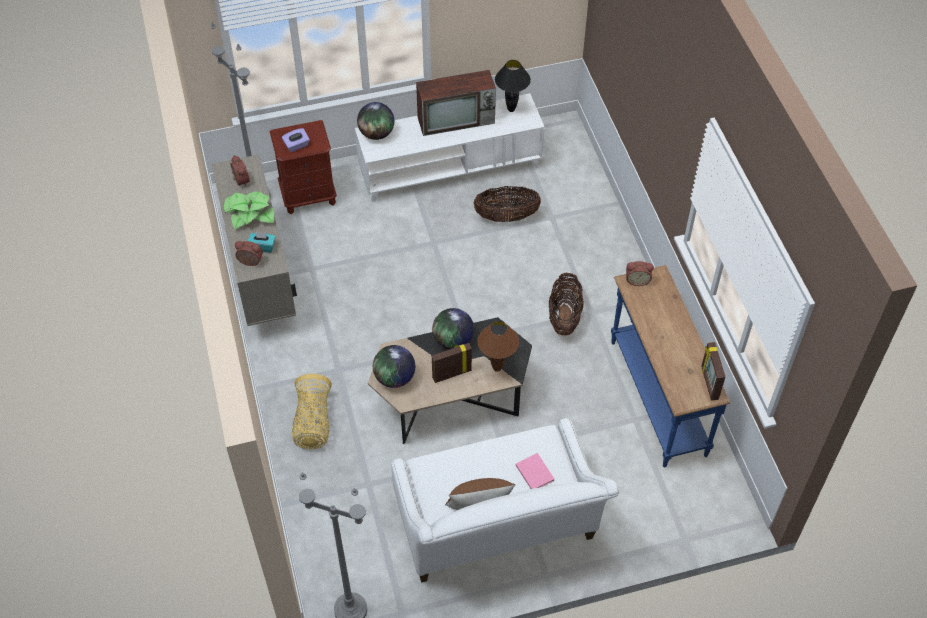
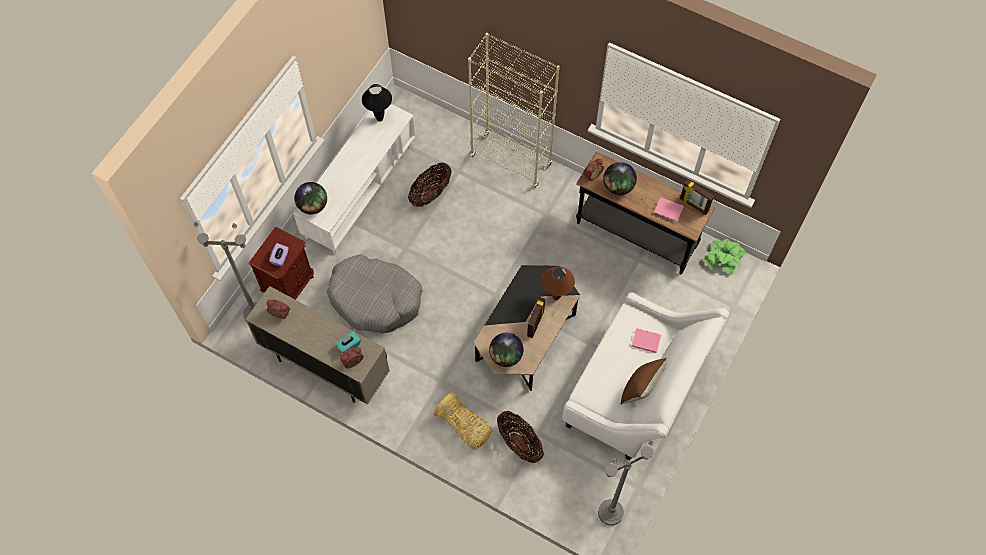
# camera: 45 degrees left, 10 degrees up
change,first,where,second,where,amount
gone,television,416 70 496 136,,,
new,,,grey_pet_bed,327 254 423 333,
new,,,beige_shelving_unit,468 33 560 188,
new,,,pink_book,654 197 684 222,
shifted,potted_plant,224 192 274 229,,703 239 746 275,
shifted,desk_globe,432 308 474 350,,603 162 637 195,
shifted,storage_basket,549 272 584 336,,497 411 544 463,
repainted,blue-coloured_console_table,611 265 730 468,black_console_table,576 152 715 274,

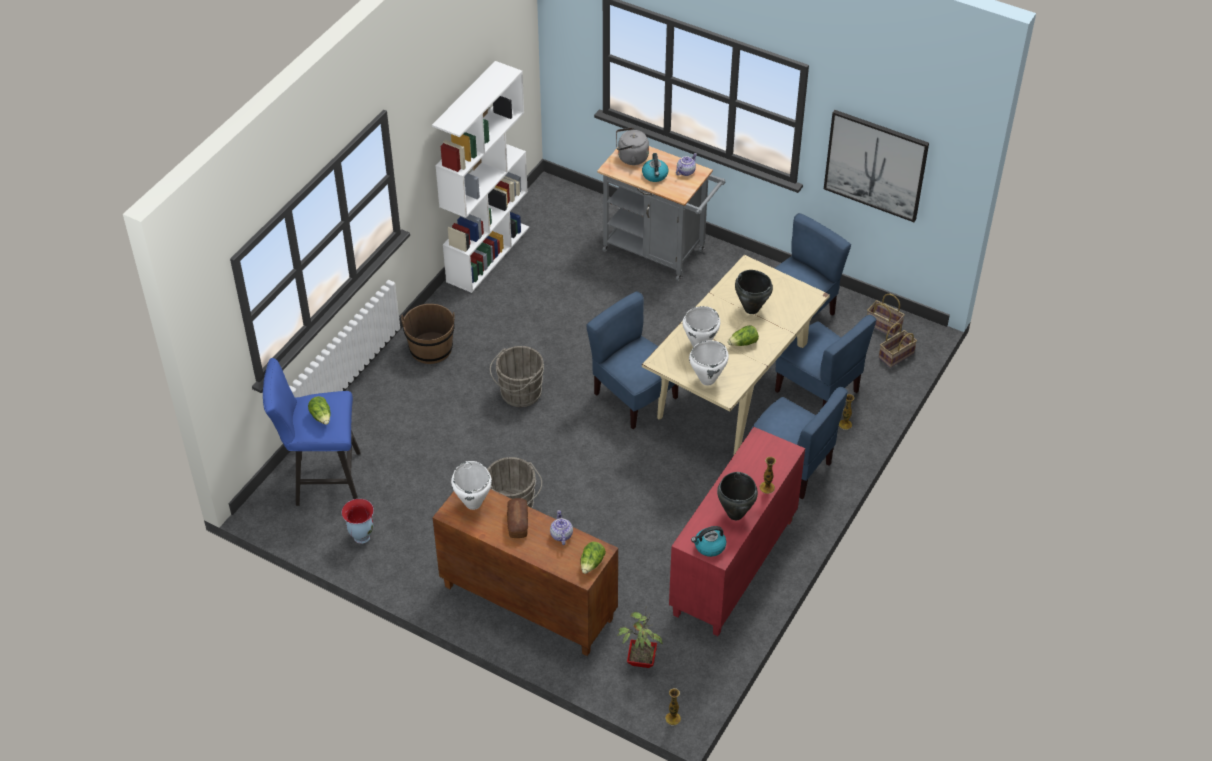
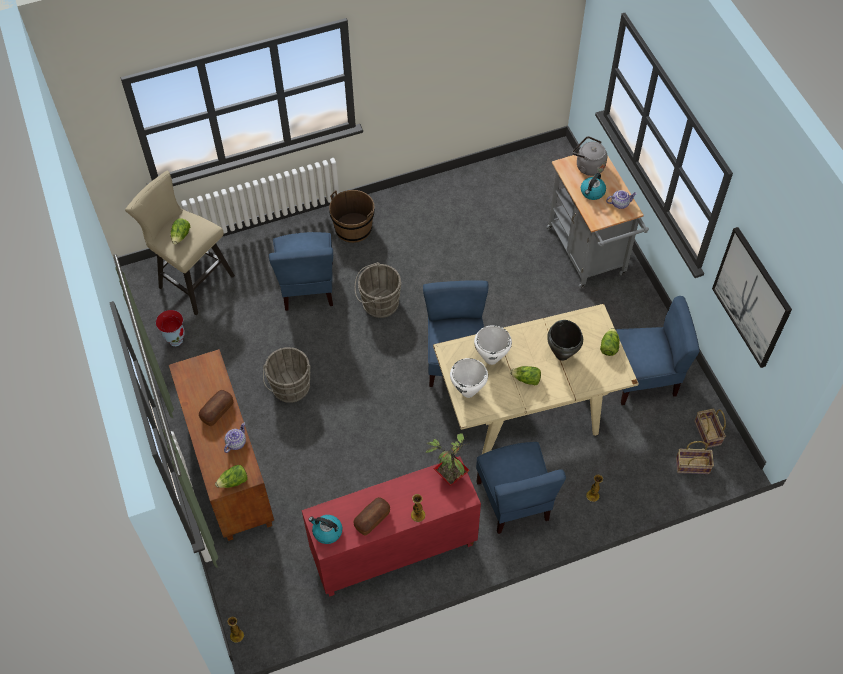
# camera: 40 degrees right, 10 degrees up
change,first,where,second,where,amount
gone,whitish_shelving_unit,432 61 529 293,,,
gone,whitish_stockpot,451 461 492 510,,,
new,,,head_of_lettuce,600 328 620 356,
shifted,potted_plant,617 606 663 668,,425 433 470 486,
shifted,blue-coloured_upright_chair,775 315 876 406,,269 232 333 311,
swapped,black_stockpot,717 472 758 520,baked_bread,354 497 390 535,
repainted,blue-coloured_sitting_stool,263 358 360 506,beige_sitting_stool,125 171 235 315,

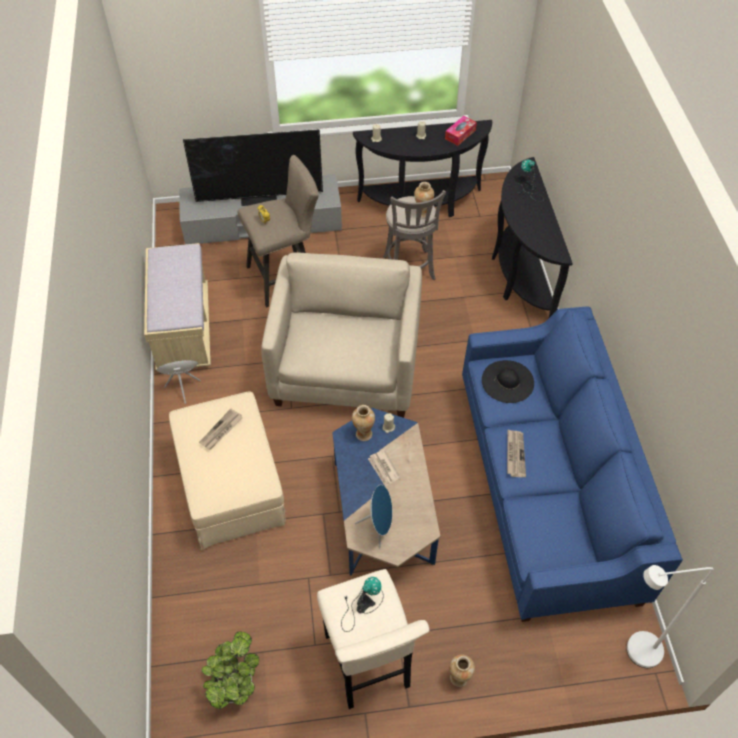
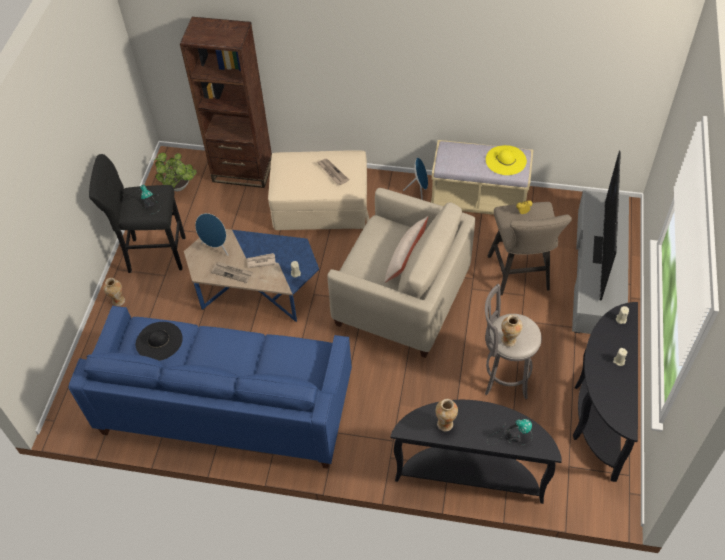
# camera: 110 degrees right, 0 degrees up
change,first,where,second,where,amount
gone,tissue_holder,445 116 477 146,,,
gone,whitish_standard_lamp,627 565 713 668,,,
new,,,brown_shelving_unit,180 17 272 188,
new,,,beige_throw_pillow,384 216 428 283,
new,,,yellow-coloured_wearable_hat,486 145 527 175,
shifted,vase,352 405 375 441,,436 399 458 431,
shifted,black_wearable_hat,482 360 534 403,,136 322 183 361,
shifted,newspaper,507 430 526 477,,211 262 253 283,
repainted,beige_sitting_stool,317 569 429 709,black_sitting_stool,89 154 186 273,

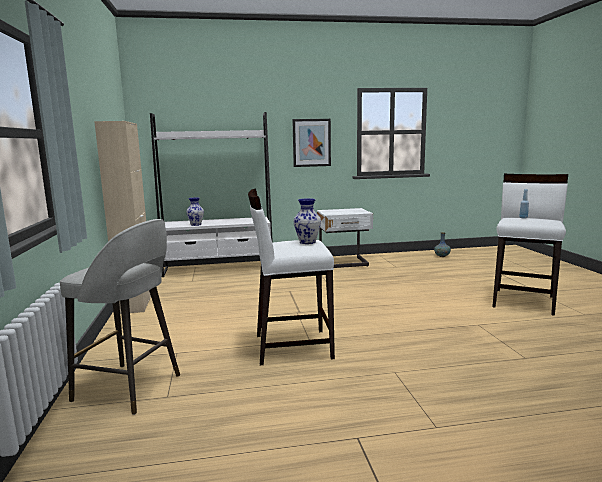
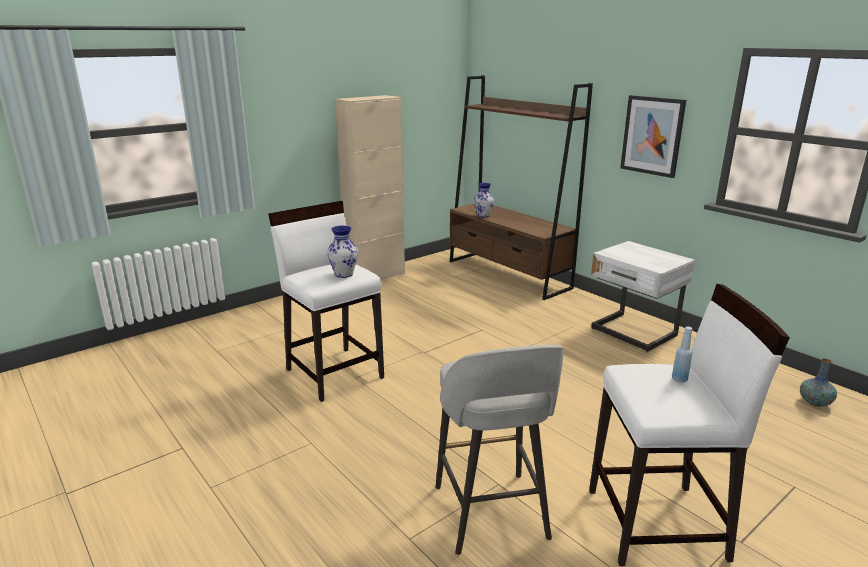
# camera: 60 degrees right, 10 degrees up
change,first,where,second,where,amount
shifted,grey_sitting_stool,60 219 180 415,,436 345 563 555,
repainted,whitish_shelving_unit,150 112 273 277,brown_shelving_unit,450 75 593 300,

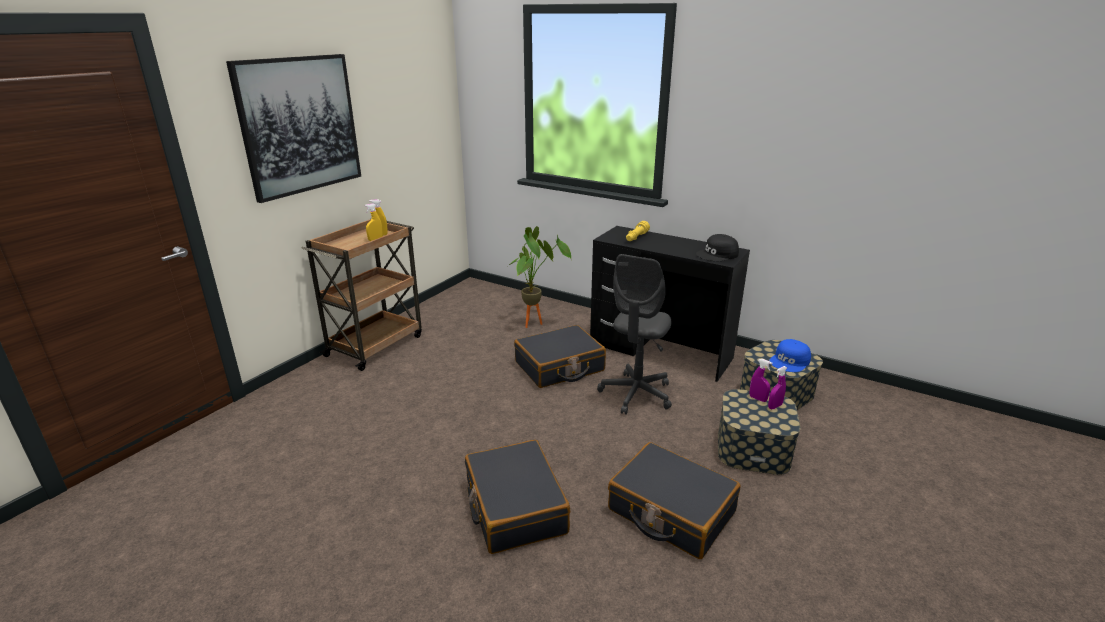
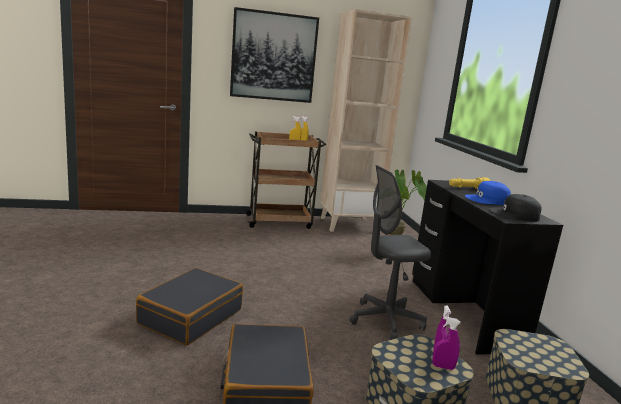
# camera: 45 degrees right, 10 degrees down
change,first,where,second,where,amount
gone,black_piece_of_luggage,514 325 606 388,,,
new,,,beige_shelving_unit,321 9 412 232,
shifted,blue-coloured_peaked_cap,769 339 811 372,,465 181 511 205,

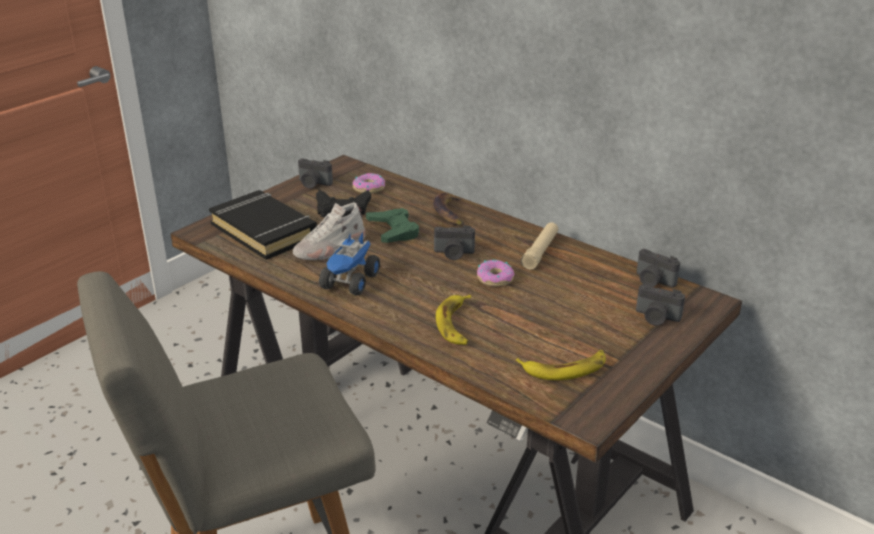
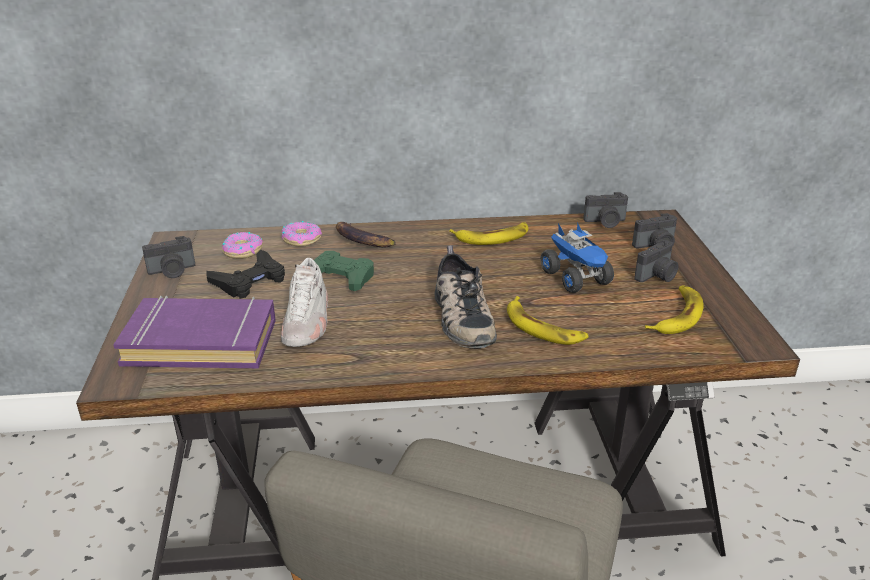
# camera: 45 degrees left, 0 degrees up
change,first,where,second,where,amount
new,,,shoe,435 246 497 349,
shifted,model_truck,319 232 380 295,,540 223 614 293,
shifted,photo_camera,434 225 475 260,,634 239 678 282,
shifted,doughnut,477 260 514 287,,281 221 322 247,
swapped,beige_flashlight,521 222 558 270,whole_banana,449 222 528 245,
repainted,black_book,209 190 317 260,purple-coloured_book,113 296 276 368,

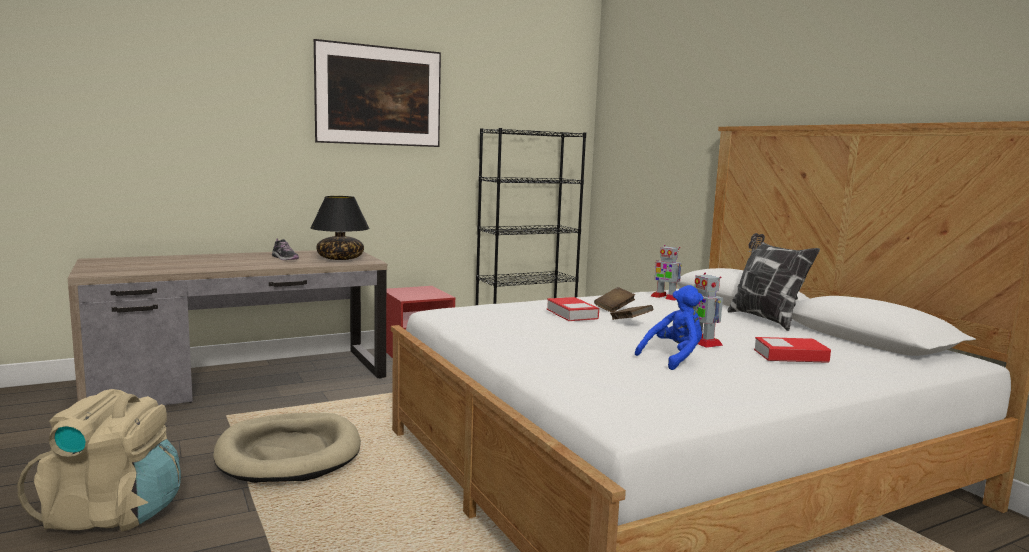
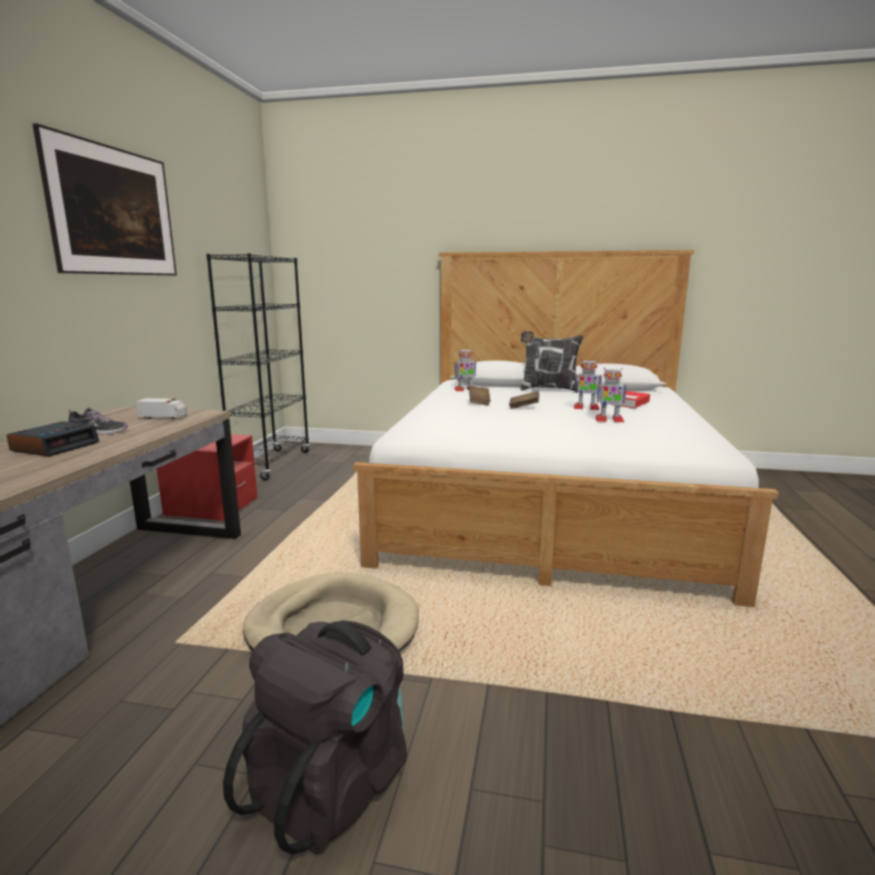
# camera: 50 degrees left, 5 degrees up
change,first,where,second,where,amount
gone,book,547 297 599 321,,,
new,,,table_clock,6 421 99 457,
swapped,black_lamp_for_a_table,311 196 369 260,model_truck,135 398 187 420,
swapped,blue-coloured_cuddly_toy,635 285 703 370,robot_figure,595 368 627 422,
repainted,beige_knapsack,18 389 181 532,black_knapsack,223 620 407 854,

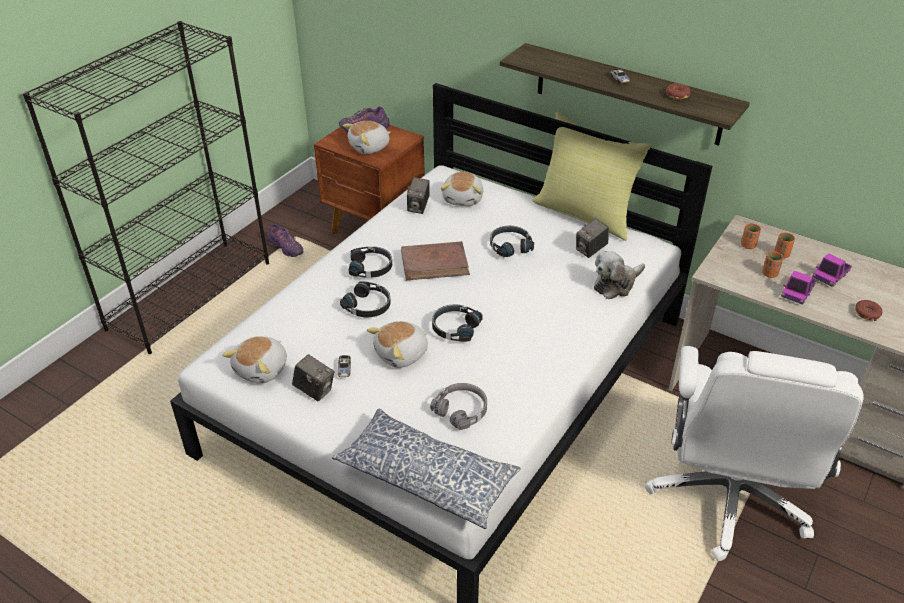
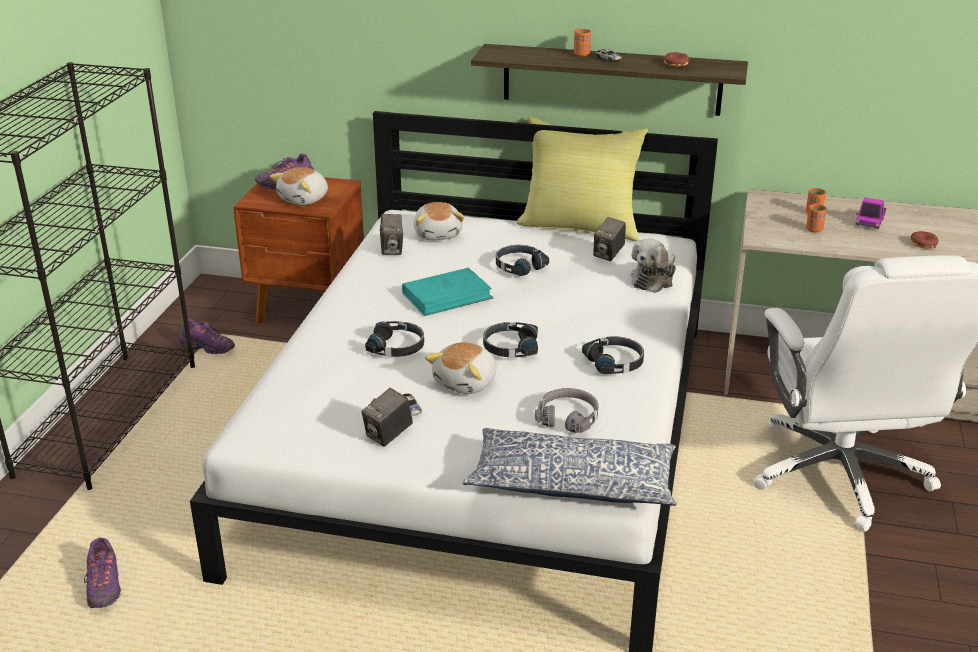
# camera: 20 degrees left, 10 degrees down
change,first,where,second,where,amount
gone,cuddly_toy,222 336 287 384,,,
gone,model_truck,781 270 816 305,,,
new,,,purple-coloured_shoe,84 538 121 608,
shifted,black_headset,348 247 392 278,,582 336 644 374,
shifted,orange_small_cup,741 223 761 249,,574 29 591 56,
repainted,brown_book,401 241 470 280,turquoise-coloured_book,402 268 494 316,
rotated,photo_camera,292 354 334 401,,362 388 413 447,120 degrees clockwise

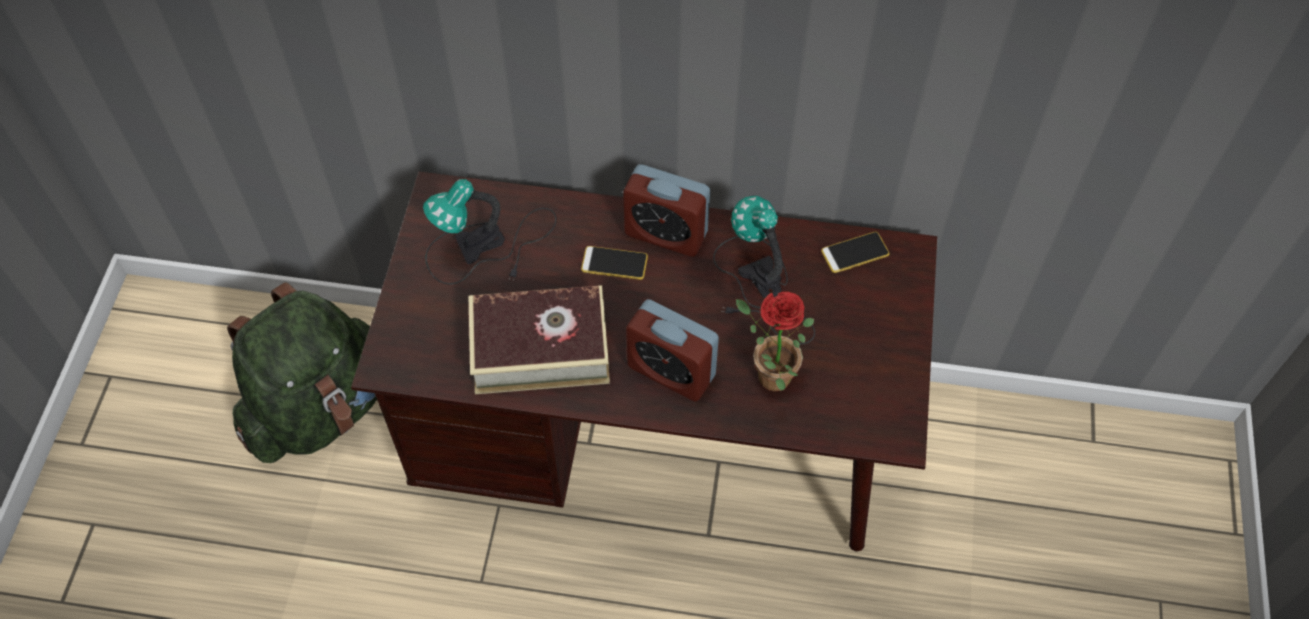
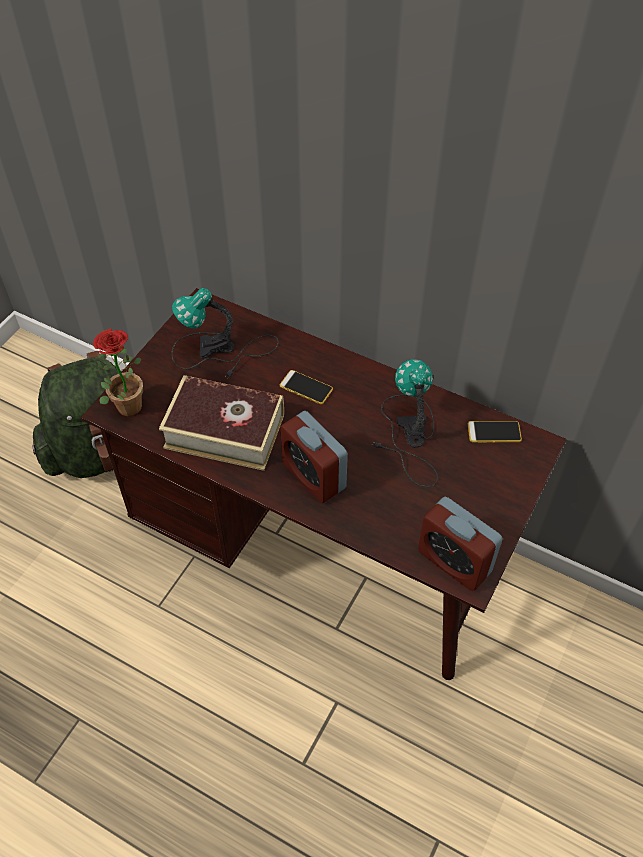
# camera: 20 degrees right, 5 degrees down
change,first,where,second,where,amount
shifted,table_clock,623 164 710 257,,418 496 503 591,
shifted,potted_plant,736 291 814 392,,93 328 143 416,

